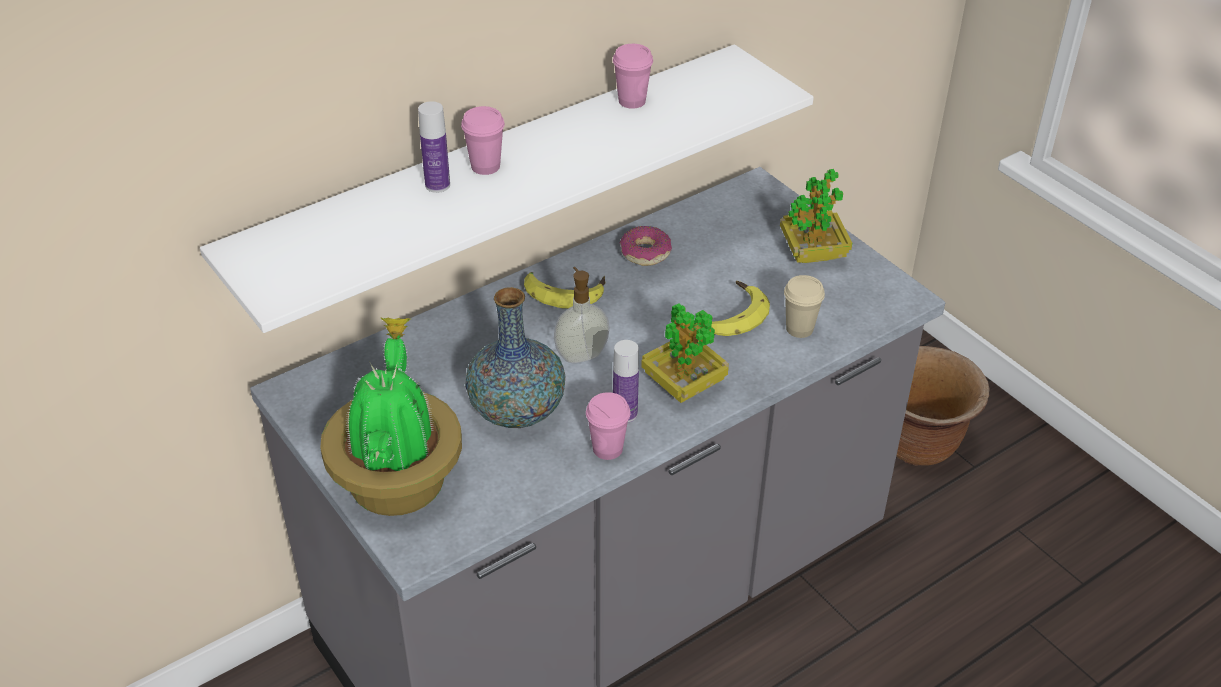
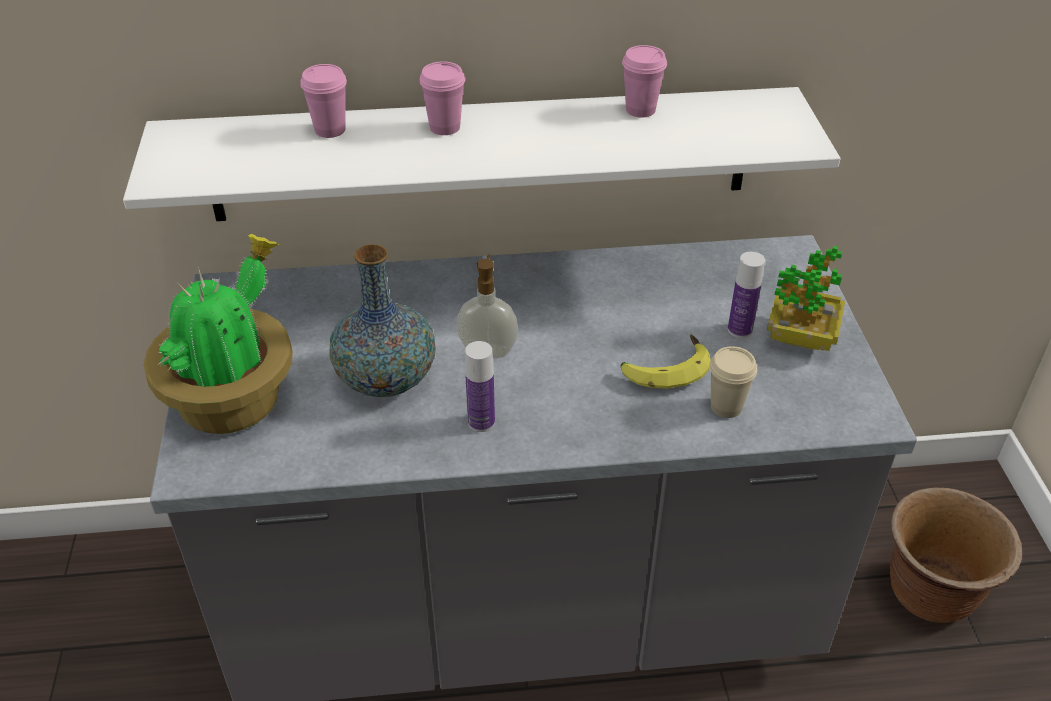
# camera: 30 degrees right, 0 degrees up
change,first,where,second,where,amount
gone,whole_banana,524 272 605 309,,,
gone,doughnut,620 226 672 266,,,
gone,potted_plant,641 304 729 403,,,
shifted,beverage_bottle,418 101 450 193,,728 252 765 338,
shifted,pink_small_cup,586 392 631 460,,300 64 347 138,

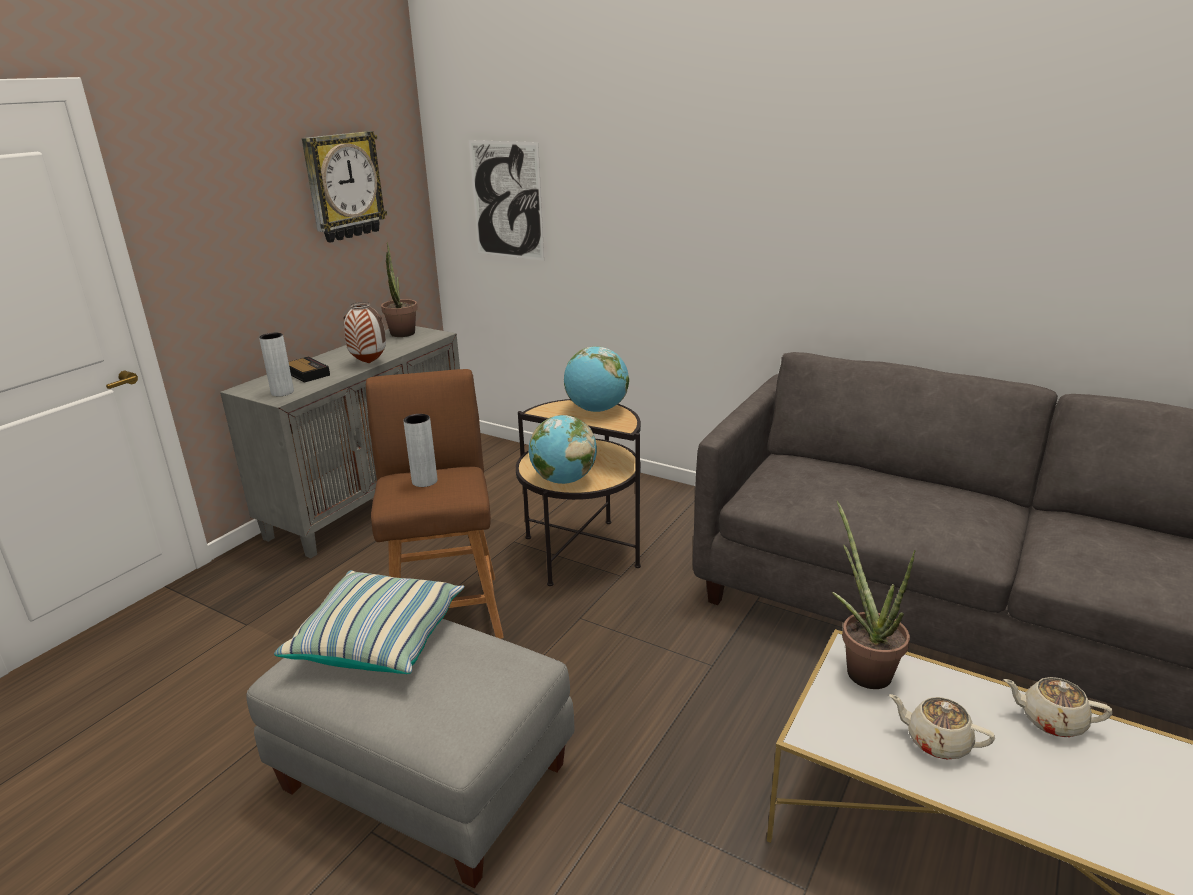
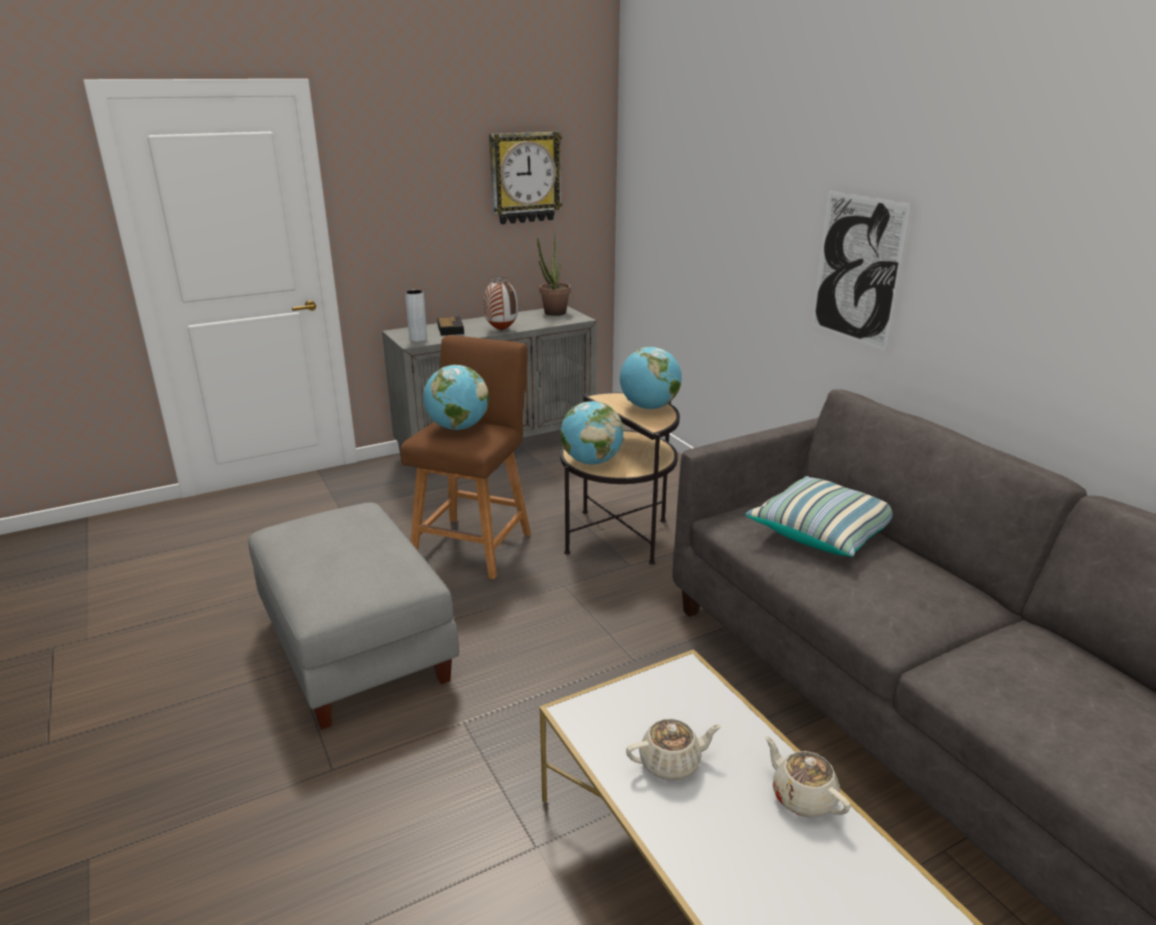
# camera: 30 degrees right, 0 degrees up
change,first,where,second,where,amount
gone,potted_plant,832 501 916 689,,,
shifted,throw_pillow,274 570 464 674,,745 476 893 557,
shifted,wall_picture,469 140 544 261,,812 191 911 351,
swapped,grey_vase,403 414 437 487,desk_globe,423 365 489 430,
rotated,beige_teapot,889 694 995 759,,626 719 722 780,105 degrees clockwise

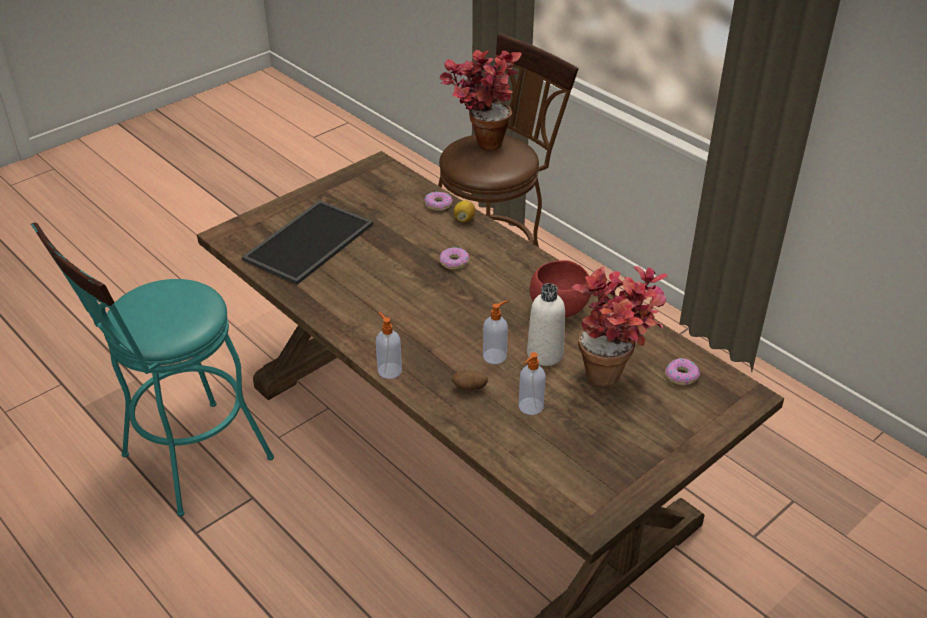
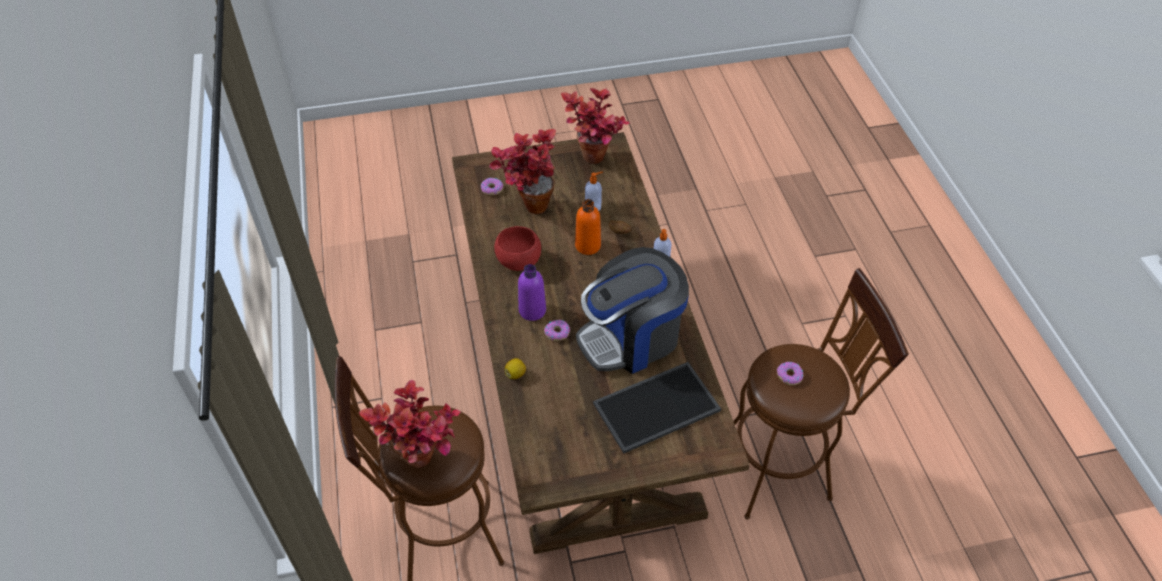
# camera: 150 degrees left, 10 degrees up
change,first,where,second,where,amount
gone,whitish_beverage_bottle,527 283 565 366,,,
new,,,purple-coloured_beverage_bottle,518 264 546 321,
new,,,potted_plant,561 88 630 164,
new,,,coffee_maker,576 247 689 374,
shifted,doughnut,424 191 453 211,,777 362 803 385,
swapped,soap_dispenser,483 300 508 364,orange_beverage_bottle,575 199 601 255,
repainted,turquoise-coloured_sitting_stool,31 223 274 517,brown_sitting_stool,734 268 909 520,

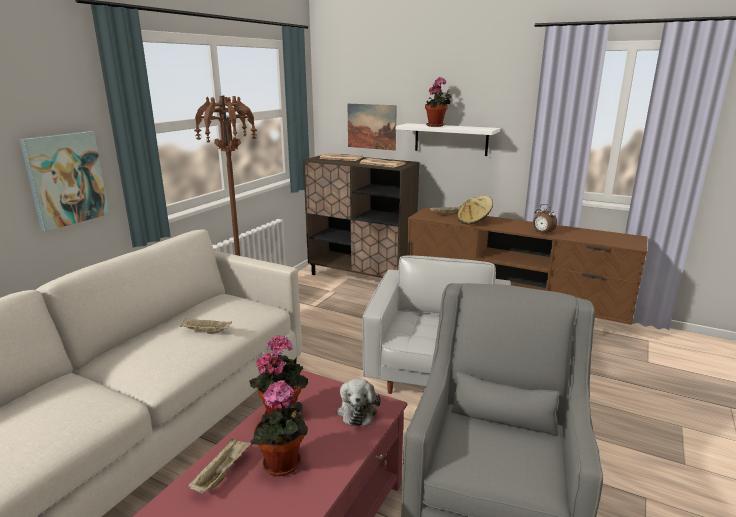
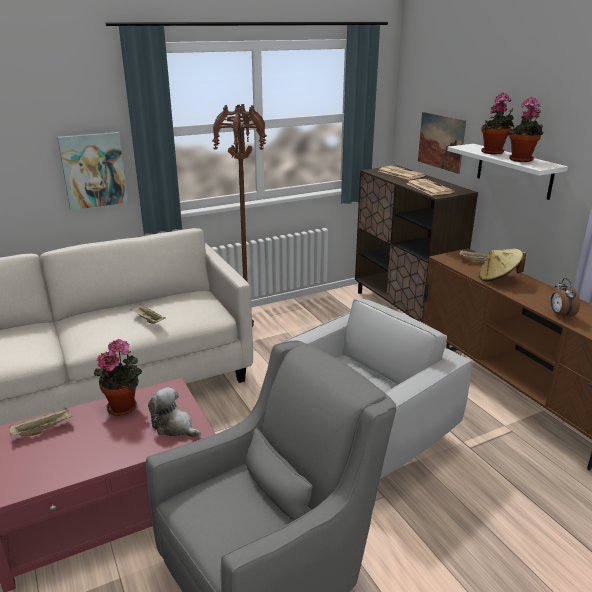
# camera: 35 degrees right, 5 degrees up
change,first,where,second,where,amount
shifted,potted_plant,250 380 308 476,,507 97 543 162,
rotated,cuddly_toy,337 379 381 426,,148 387 201 438,90 degrees clockwise

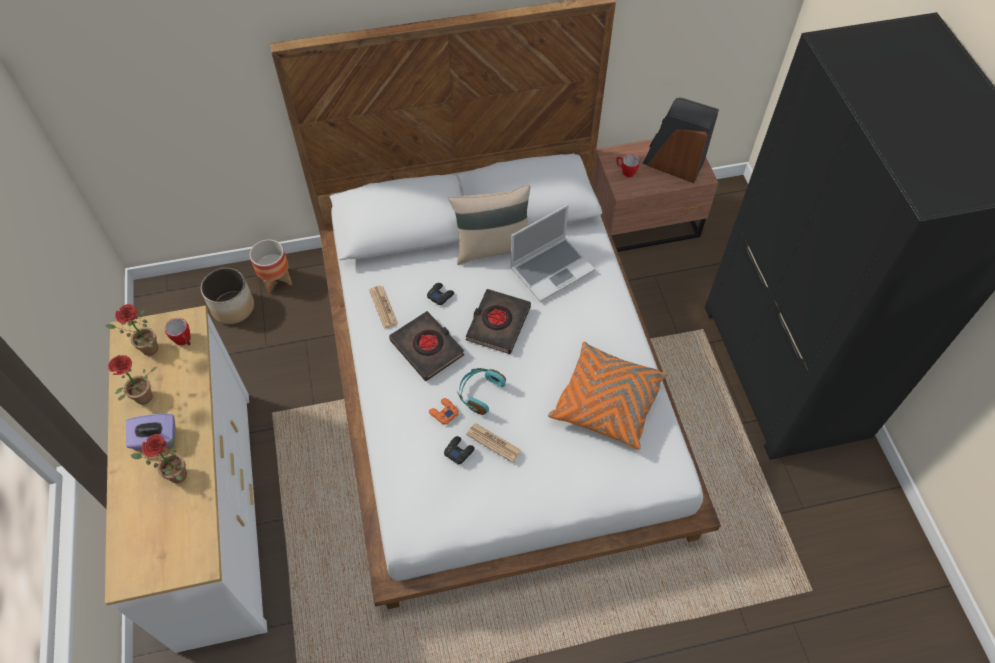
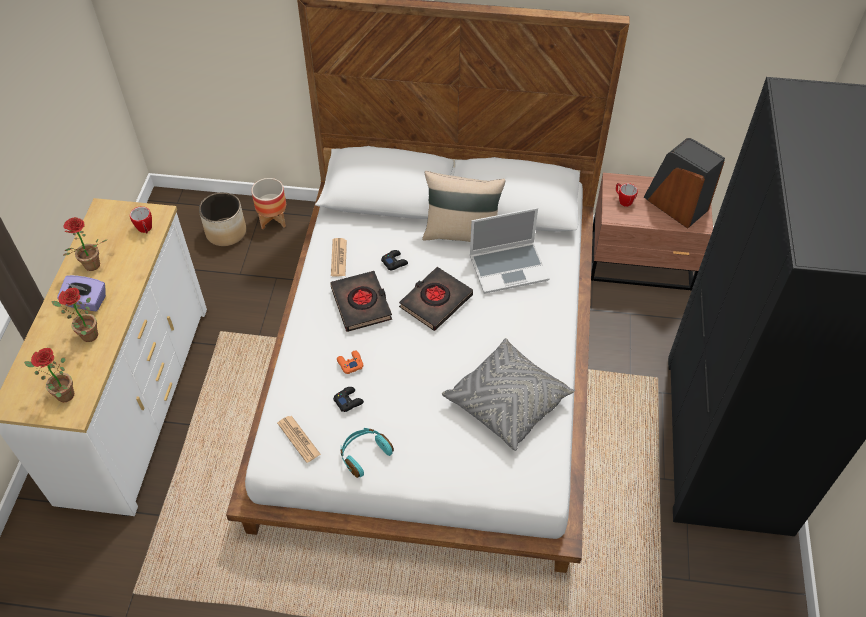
# camera: 20 degrees right, 5 degrees down
change,first,where,second,where,amount
shifted,potted_plant,105 304 158 356,,24 348 74 402,
shifted,turquoise-coloured_headset,457 368 506 415,,341 428 394 478,
shifted,newspaper,466 423 521 462,,277 416 321 463,
repainted,orange_throw_pillow,548 342 668 450,grey_throw_pillow,442 338 575 451,

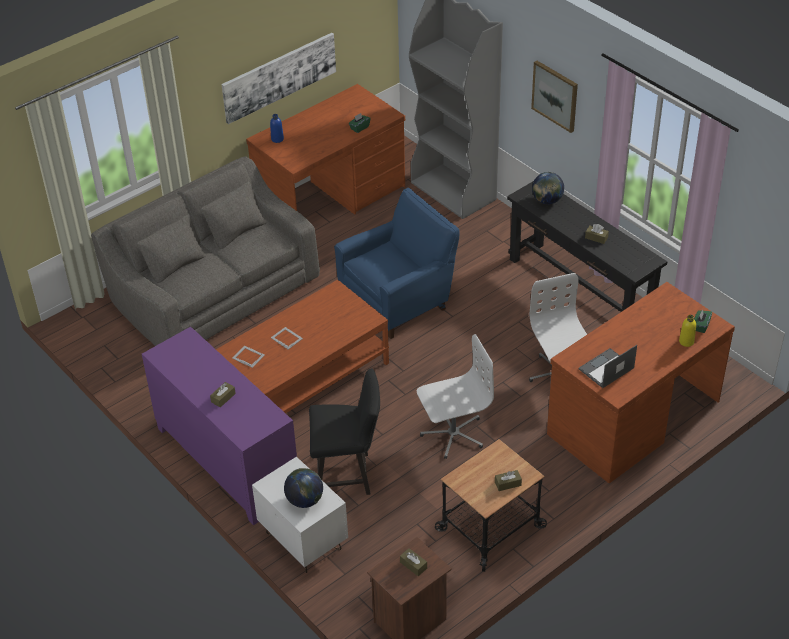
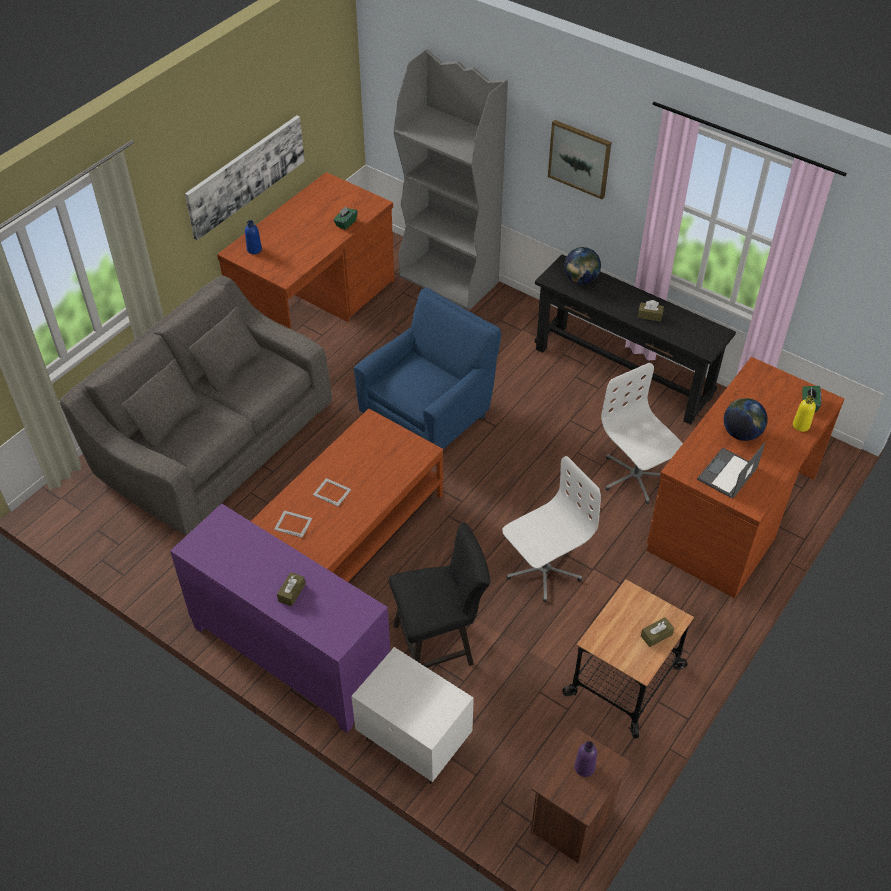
# camera: 15 degrees left, 5 degrees up
change,first,where,second,where,amount
shifted,desk_globe,284 468 323 508,,724 398 768 441,
swapped,brown_tissue_holder,400 548 427 576,purple-coloured_beverage_bottle,574 741 597 777,

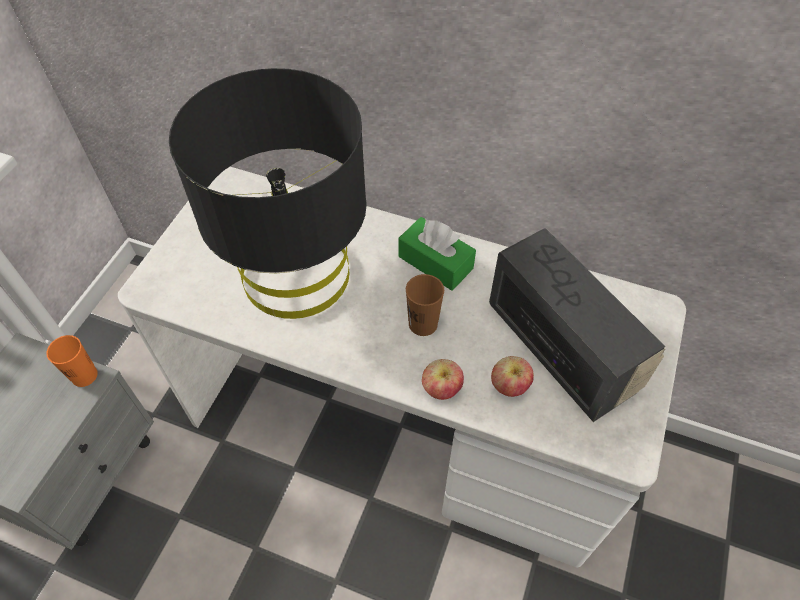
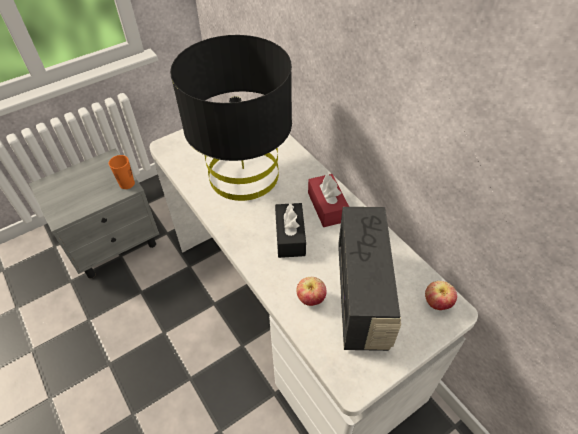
# camera: 35 degrees right, 5 degrees down
change,first,where,second,where,amount
shifted,whole_apple,422 359 464 400,,425 281 457 310,
swapped,brown_small_cup,406 274 444 336,black_tissue_holder,275 203 306 258,
repainted,green_tissue_holder,399 217 476 291,reddish_tissue_holder,308 174 349 227,

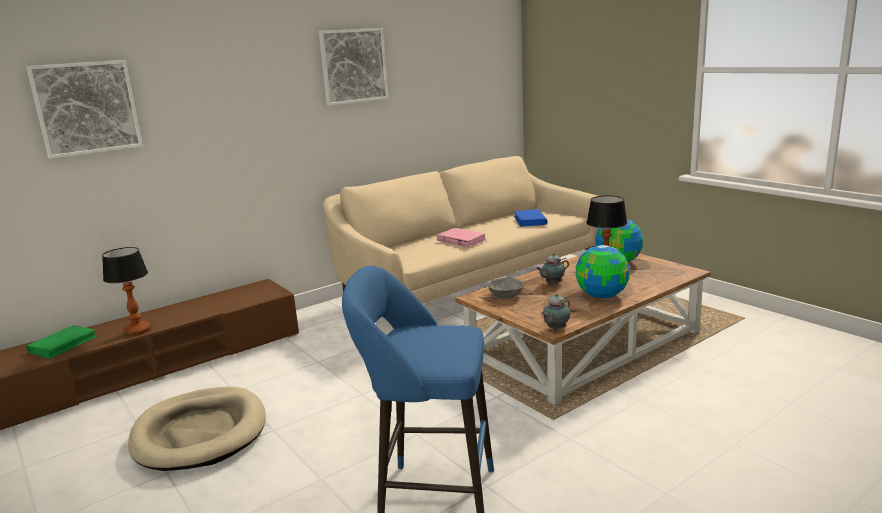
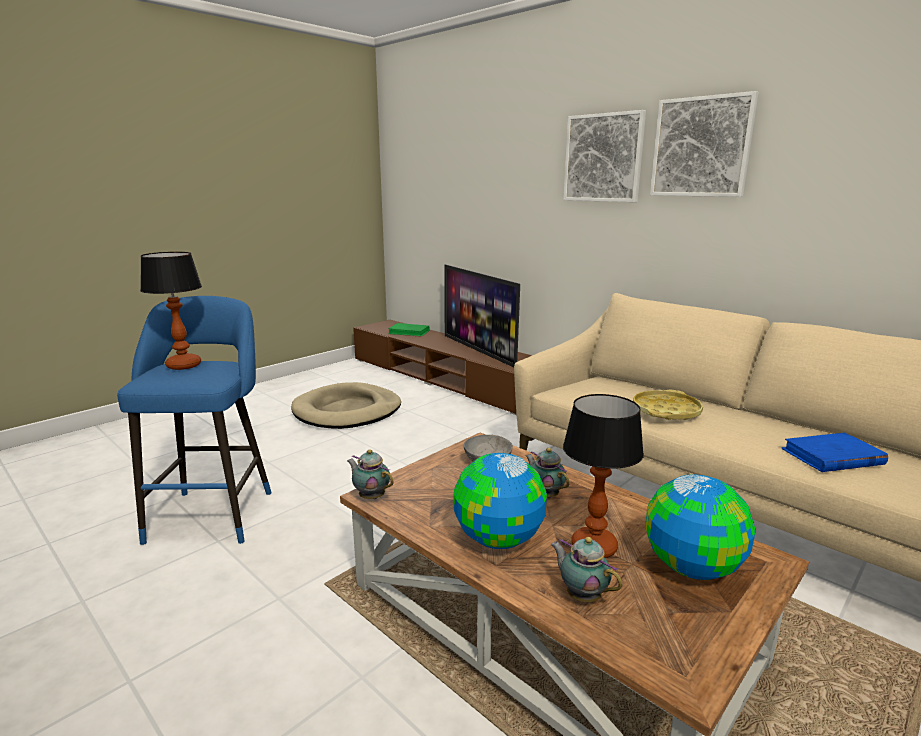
# camera: 80 degrees right, 0 degrees up
change,first,where,second,where,amount
new,,,television,444 264 520 367,
new,,,teapot,551 537 622 602,
shifted,wall_picture,26 60 143 159,,563 110 646 202,
shifted,lamp_for_a_table,102 247 151 335,,140 252 202 370,
swapped,pink_book,437 228 486 247,yellow-coloured_tray,633 390 703 420,

